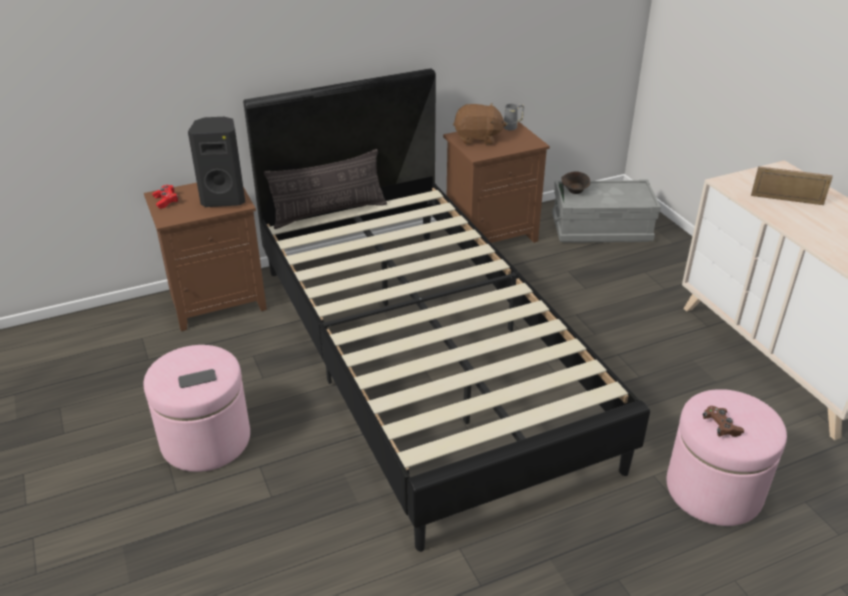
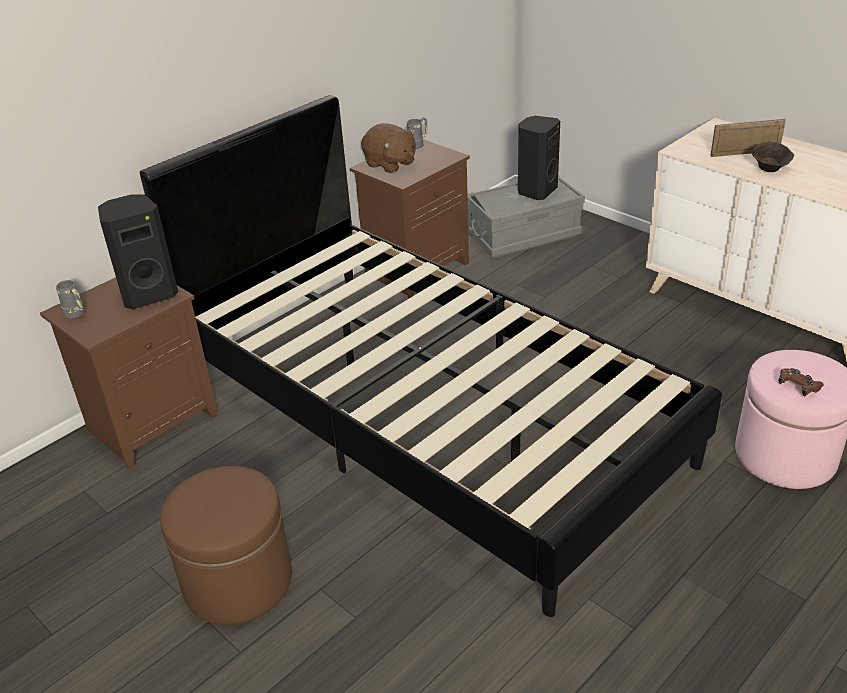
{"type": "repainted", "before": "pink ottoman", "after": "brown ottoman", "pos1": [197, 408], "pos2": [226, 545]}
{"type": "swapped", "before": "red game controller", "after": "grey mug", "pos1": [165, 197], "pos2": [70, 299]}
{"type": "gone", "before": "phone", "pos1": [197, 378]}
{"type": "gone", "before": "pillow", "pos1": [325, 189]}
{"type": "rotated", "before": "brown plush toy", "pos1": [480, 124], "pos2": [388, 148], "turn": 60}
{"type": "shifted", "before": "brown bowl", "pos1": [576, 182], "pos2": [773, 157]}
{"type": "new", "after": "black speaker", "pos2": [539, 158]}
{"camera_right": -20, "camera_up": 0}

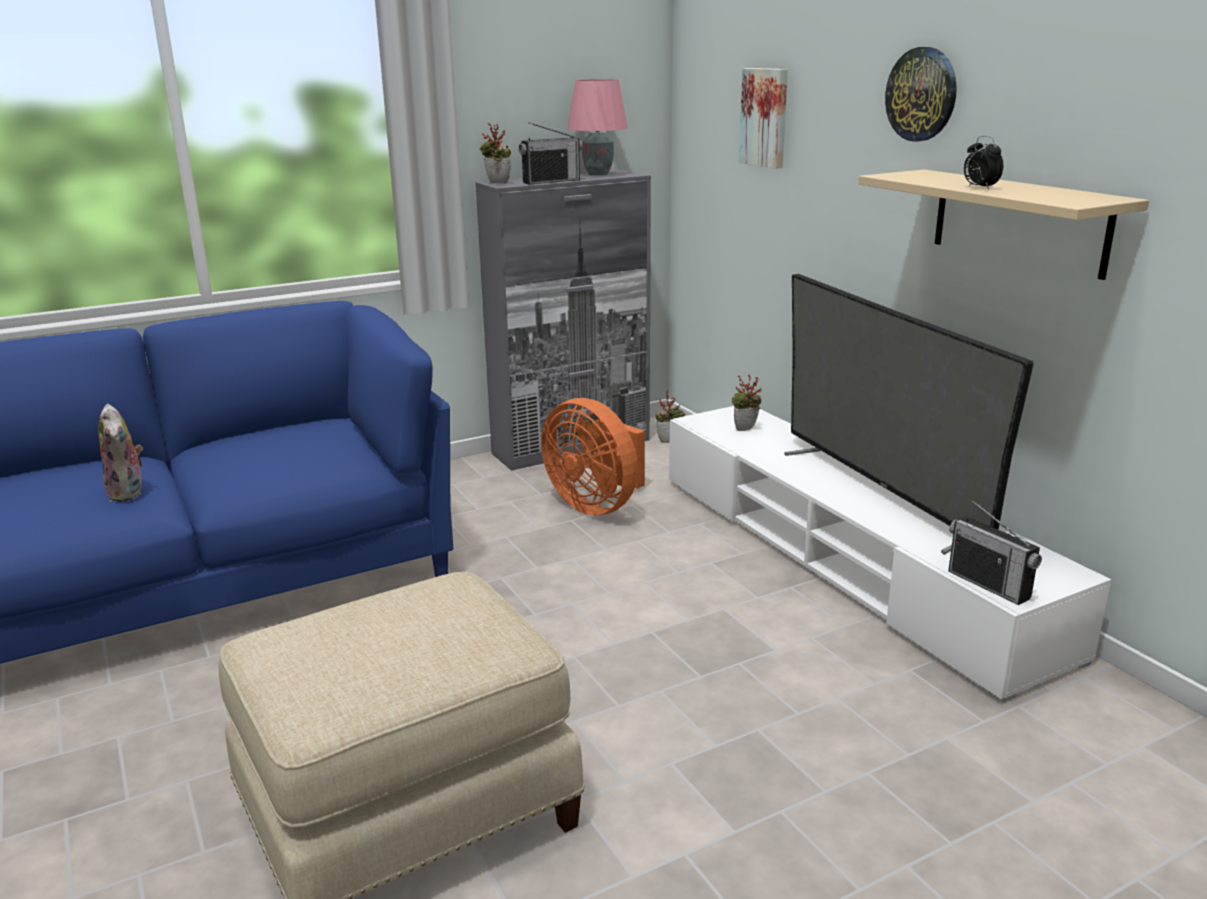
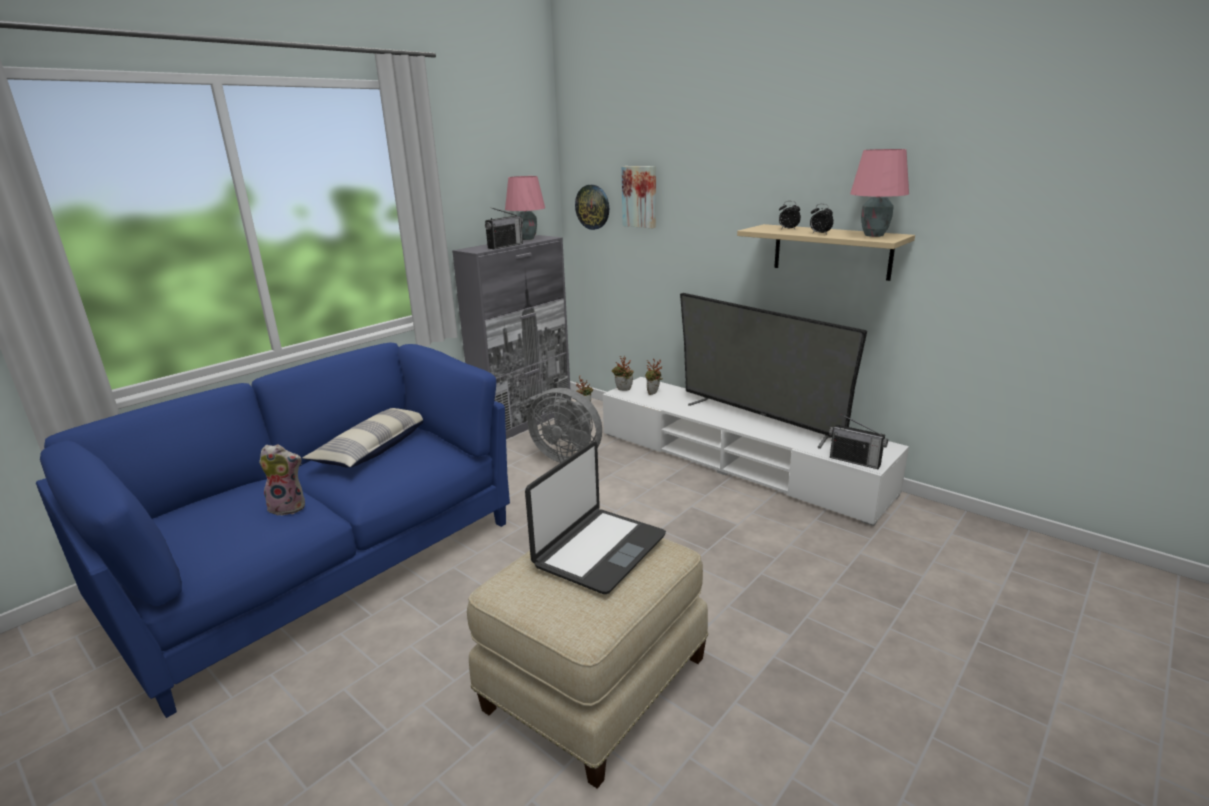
{"type": "rotated", "before": "plush toy", "pos1": [120, 453], "pos2": [282, 480], "turn": -45}
{"type": "shifted", "before": "potted plant", "pos1": [495, 153], "pos2": [623, 373]}
{"type": "repainted", "before": "orange fan", "after": "grey fan", "pos1": [593, 457], "pos2": [564, 425]}
{"type": "shifted", "before": "wall clock", "pos1": [921, 94], "pos2": [592, 207]}
{"type": "new", "after": "pillow", "pos2": [362, 438]}
{"type": "new", "after": "laptop", "pos2": [595, 518]}
{"type": "new", "after": "alarm clock", "pos2": [790, 215]}
{"type": "new", "after": "pink table lamp", "pos2": [879, 193]}
{"camera_right": -20, "camera_up": 0}

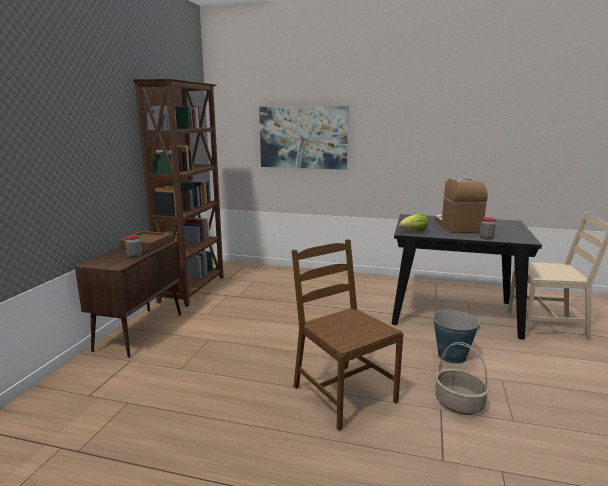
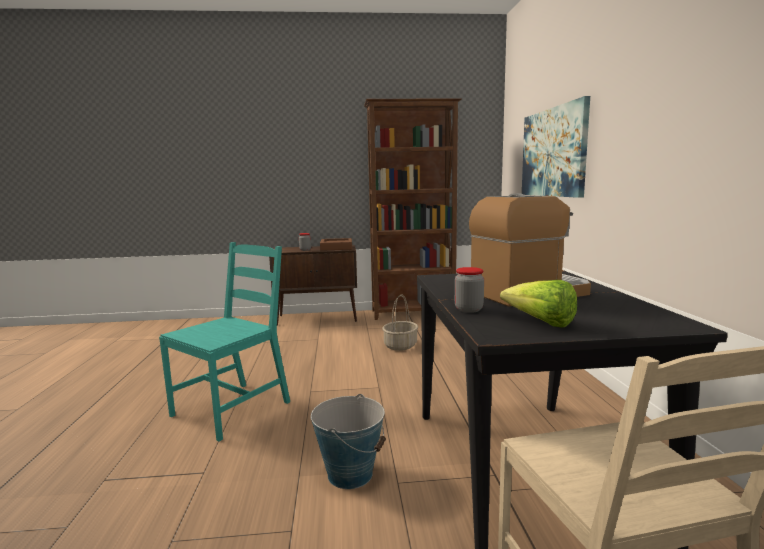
{"type": "repainted", "before": "brown chair", "after": "turquoise chair", "pos1": [347, 335], "pos2": [224, 341]}
{"type": "shifted", "before": "lettuce", "pos1": [413, 222], "pos2": [538, 304]}
{"type": "shifted", "before": "basket", "pos1": [462, 378], "pos2": [400, 323]}
{"camera_right": 70, "camera_up": -5}

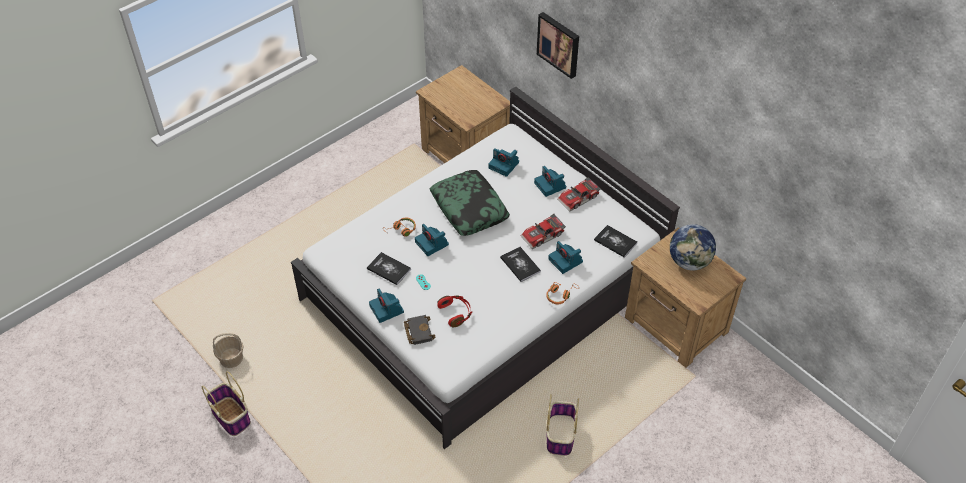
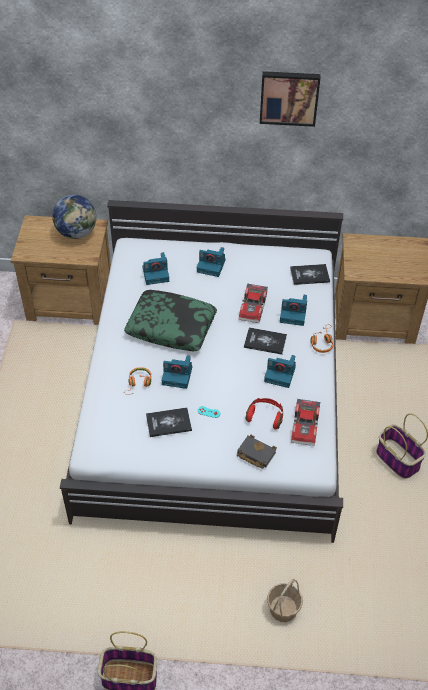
{"type": "shifted", "before": "basket", "pos1": [228, 350], "pos2": [285, 600]}
{"type": "shifted", "before": "photo camera", "pos1": [386, 306], "pos2": [280, 371]}
{"type": "shifted", "before": "picture", "pos1": [558, 45], "pos2": [290, 99]}
{"type": "shifted", "before": "toy car", "pos1": [579, 194], "pos2": [305, 422]}
{"type": "shifted", "before": "globe", "pos1": [693, 247], "pos2": [74, 217]}
{"camera_right": -45, "camera_up": 0}

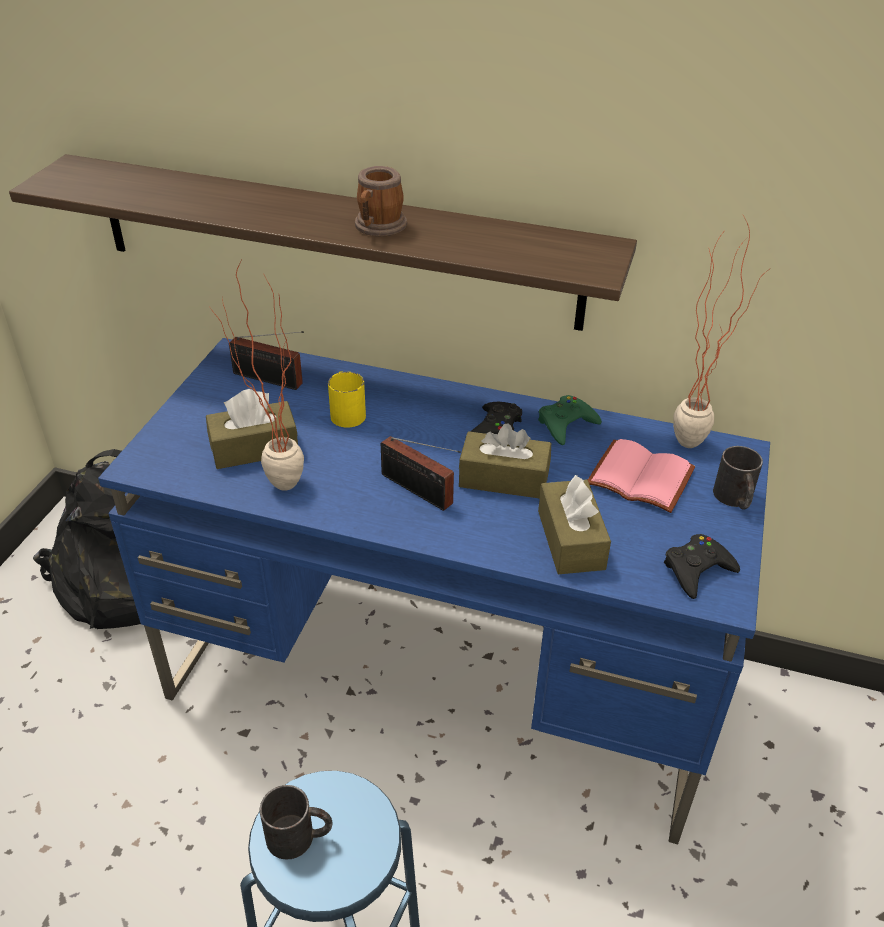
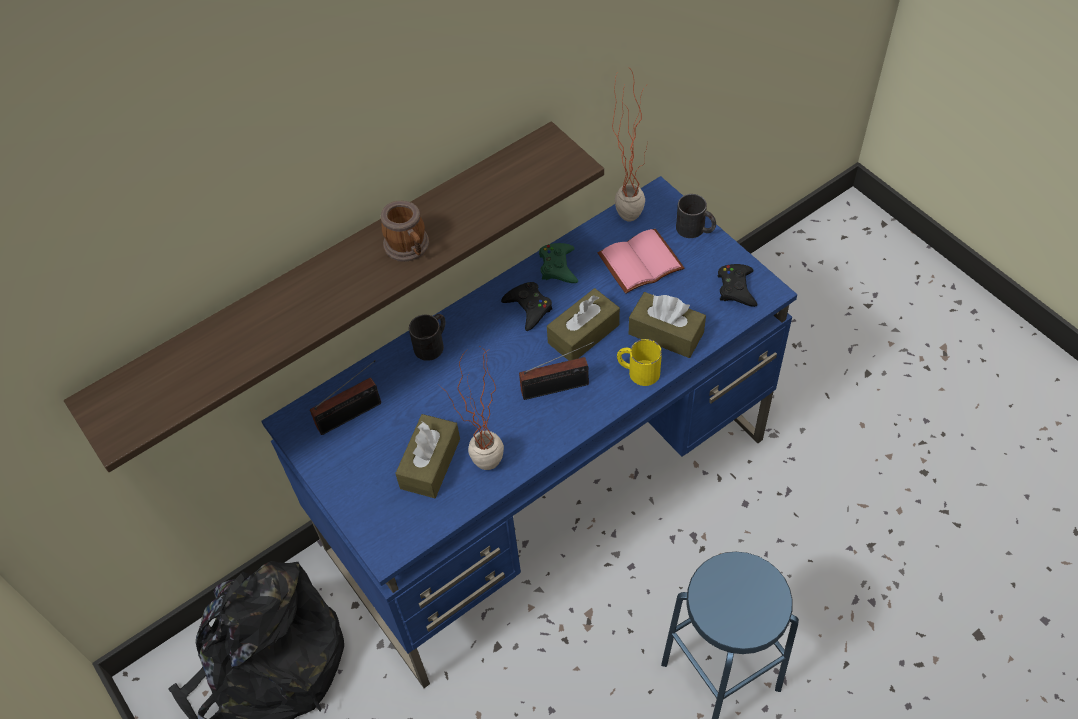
{"type": "shifted", "before": "black mug", "pos1": [296, 822], "pos2": [427, 337]}
{"type": "shifted", "before": "yellow mug", "pos1": [347, 399], "pos2": [639, 362]}
{"camera_right": -50, "camera_up": 15}

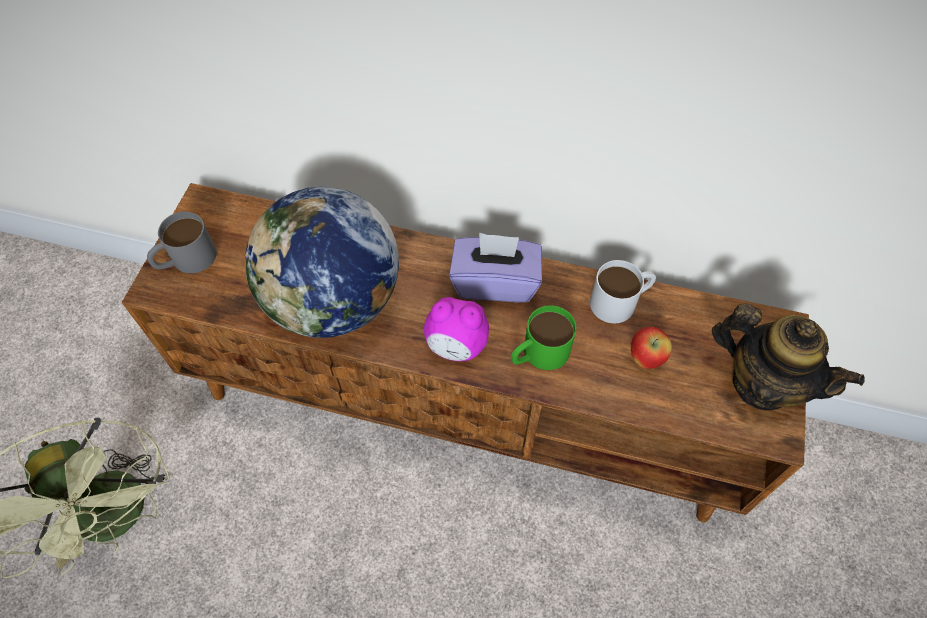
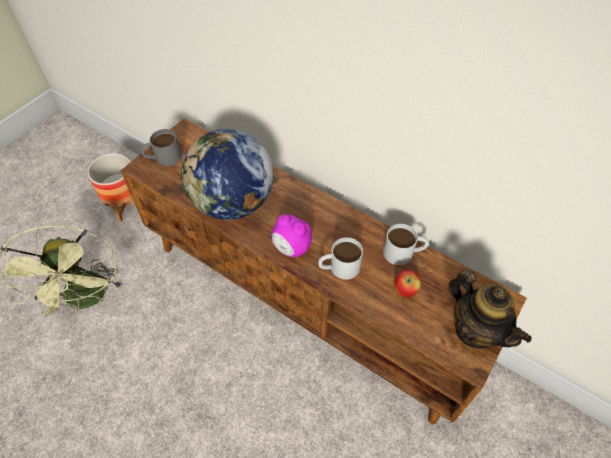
{"type": "gone", "before": "purple tissue box", "pos1": [495, 267]}
{"type": "repainted", "before": "green mug", "after": "white mug", "pos1": [543, 337], "pos2": [340, 258]}
{"type": "new", "after": "planter", "pos2": [111, 187]}
{"camera_right": 20, "camera_up": -5}

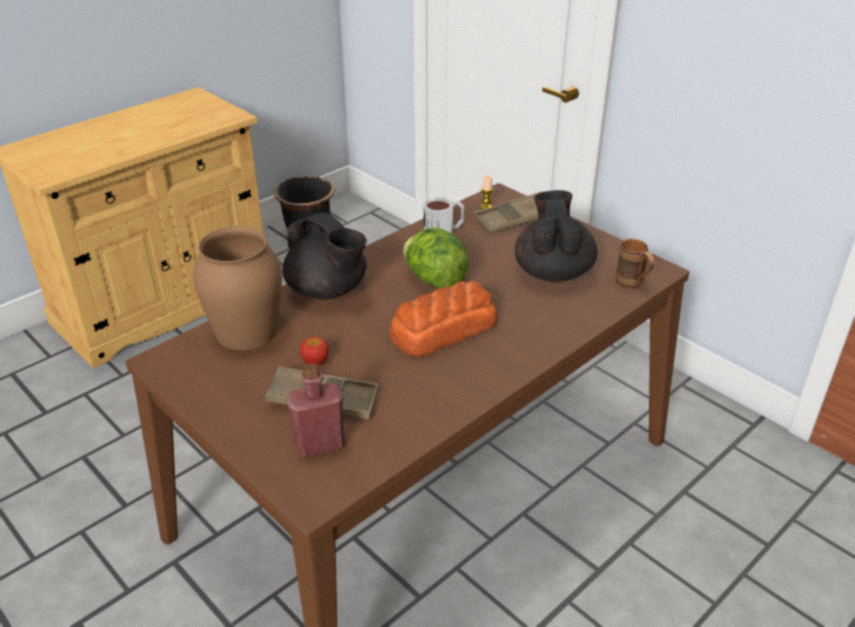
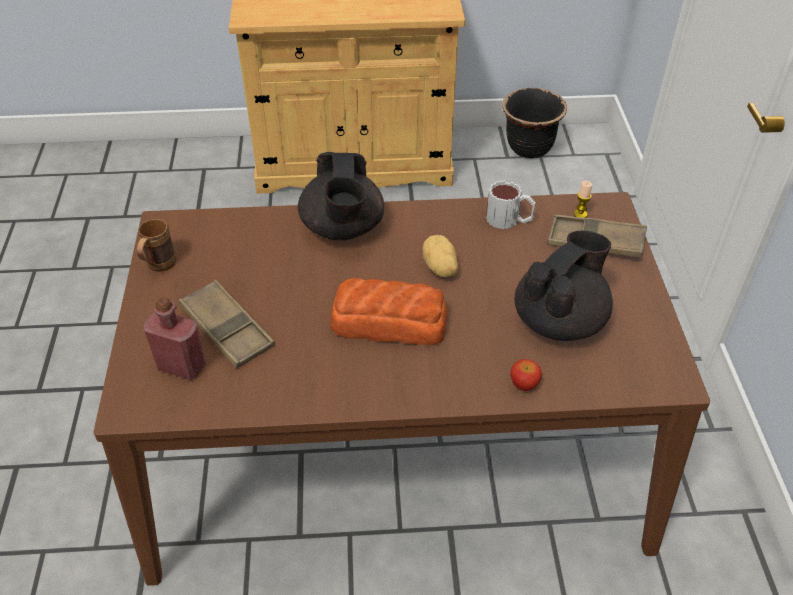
{"type": "gone", "before": "brown vase", "pos1": [237, 288]}
{"type": "shifted", "before": "apple", "pos1": [314, 351], "pos2": [526, 375]}
{"type": "swapped", "before": "lettuce", "after": "potato", "pos1": [436, 258], "pos2": [440, 256]}
{"type": "shifted", "before": "brown mug", "pos1": [635, 264], "pos2": [156, 245]}
{"camera_right": 40, "camera_up": 10}

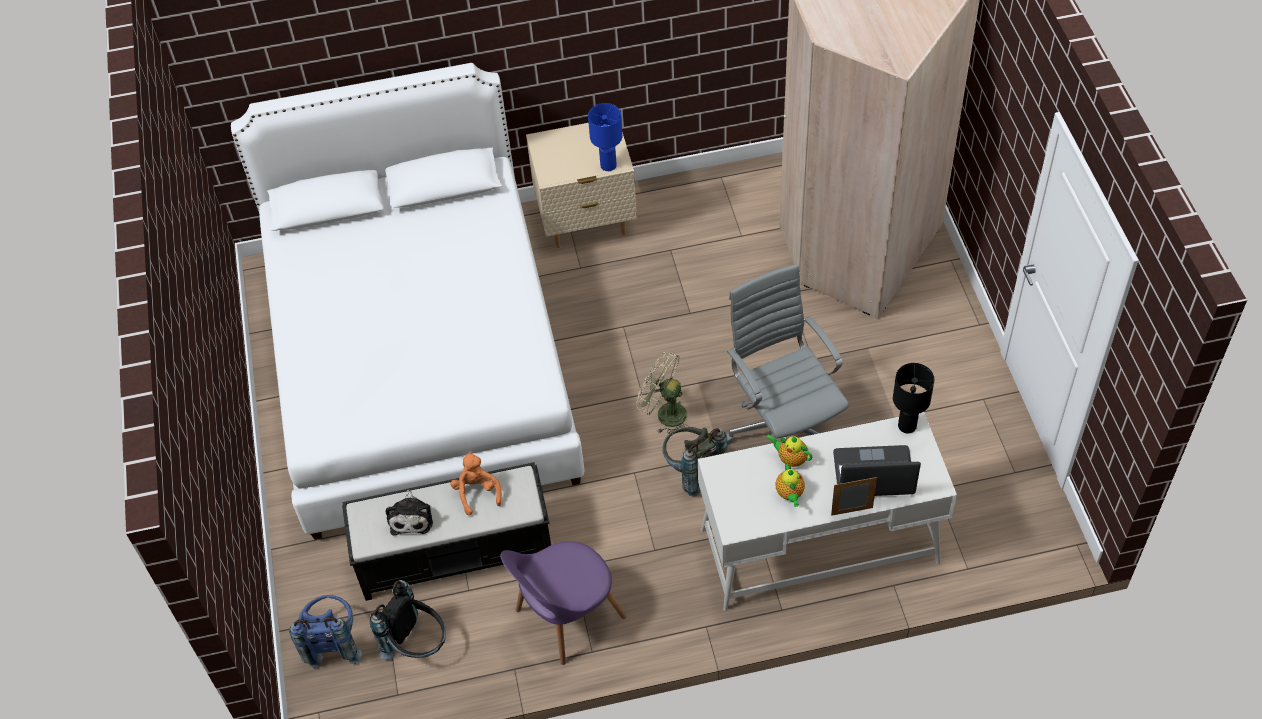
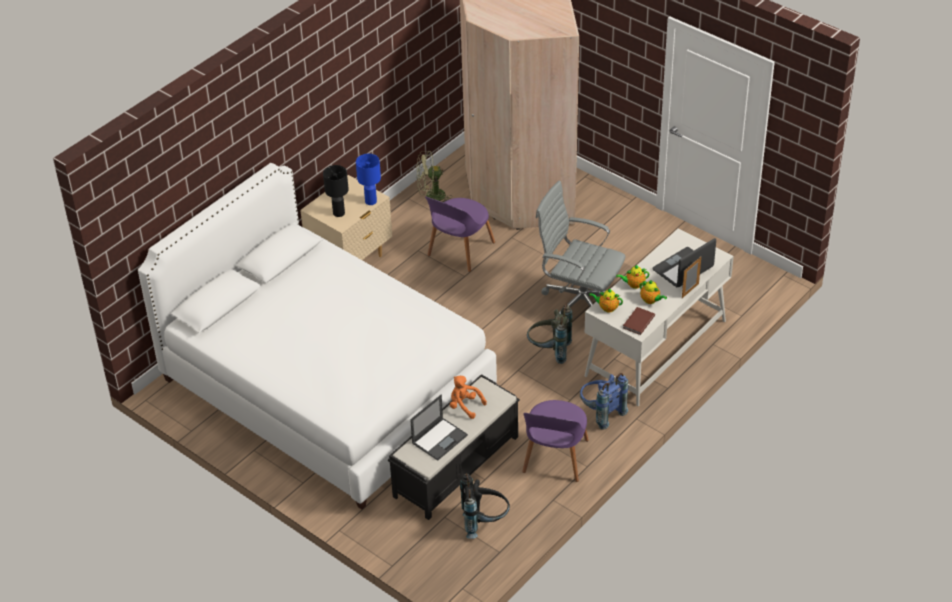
{"type": "shifted", "before": "blue backpack", "pos1": [325, 631], "pos2": [604, 401]}
{"type": "swapped", "before": "plush toy", "after": "laptop", "pos1": [409, 512], "pos2": [439, 428]}
{"type": "shifted", "before": "green fan", "pos1": [663, 394], "pos2": [433, 176]}
{"type": "shifted", "before": "black table lamp", "pos1": [913, 398], "pos2": [336, 191]}
{"type": "new", "after": "purple chair", "pos2": [460, 234]}
{"type": "new", "after": "teapot", "pos2": [606, 300]}
{"type": "new", "after": "brown book", "pos2": [639, 321]}
{"camera_right": -40, "camera_up": -10}

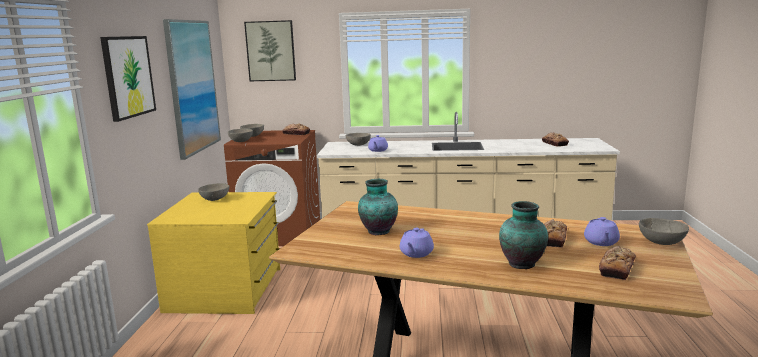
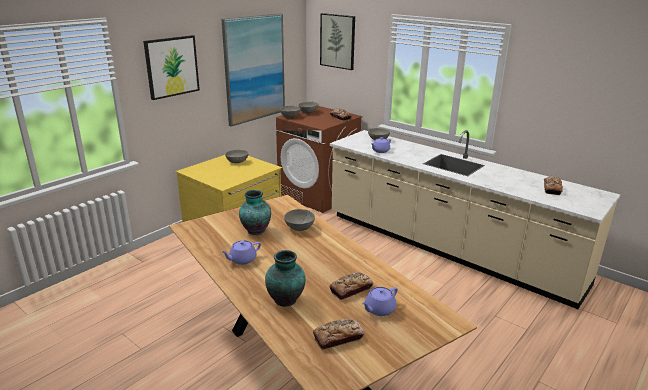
{"type": "shifted", "before": "grey bowl", "pos1": [664, 231], "pos2": [299, 220]}
{"camera_right": 35, "camera_up": 10}

